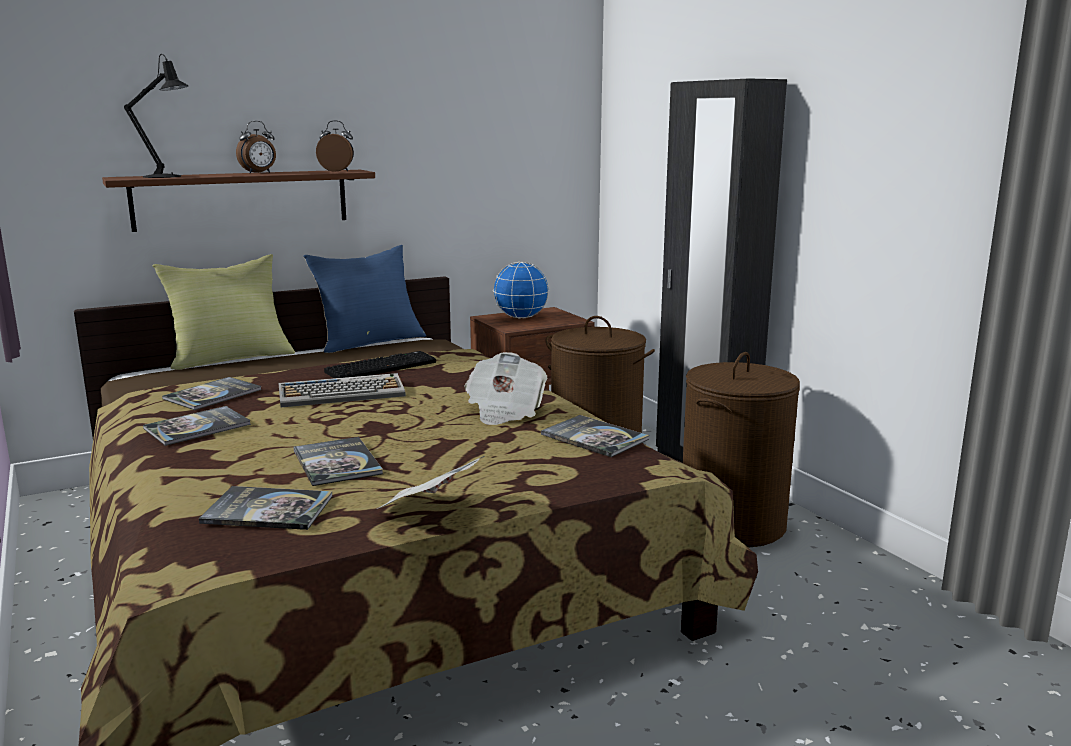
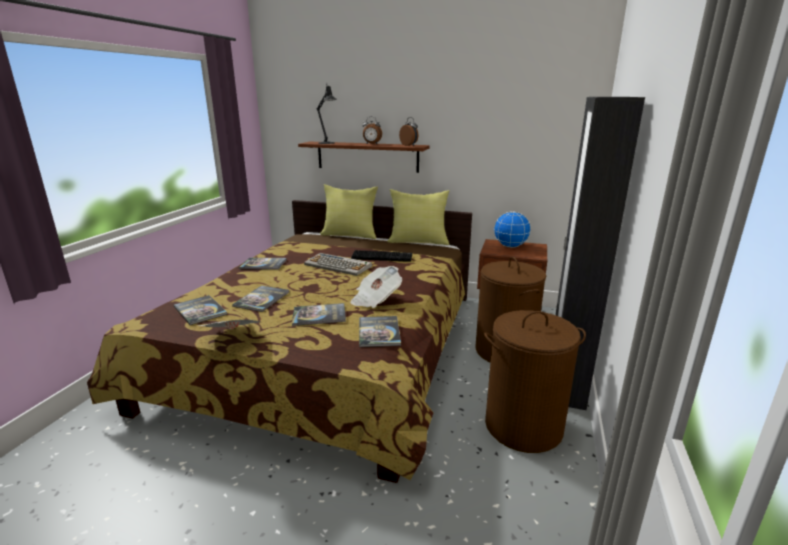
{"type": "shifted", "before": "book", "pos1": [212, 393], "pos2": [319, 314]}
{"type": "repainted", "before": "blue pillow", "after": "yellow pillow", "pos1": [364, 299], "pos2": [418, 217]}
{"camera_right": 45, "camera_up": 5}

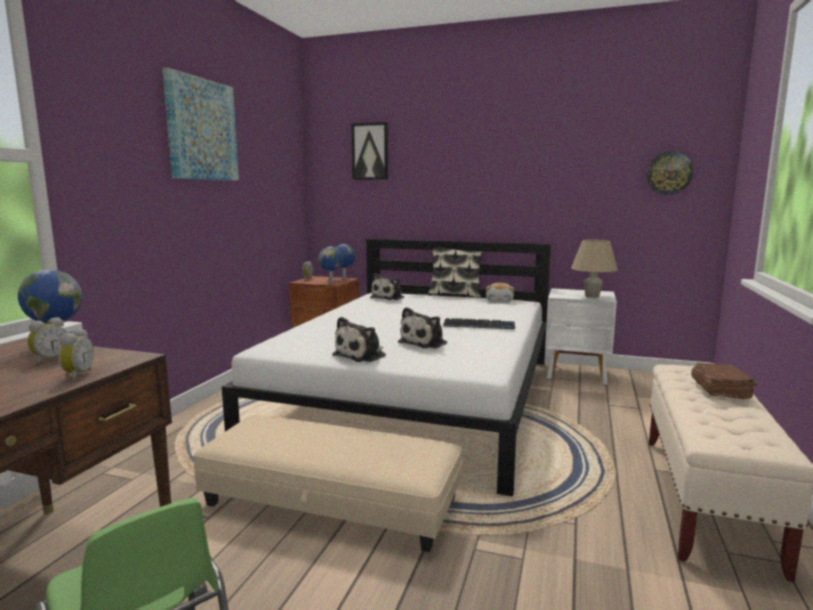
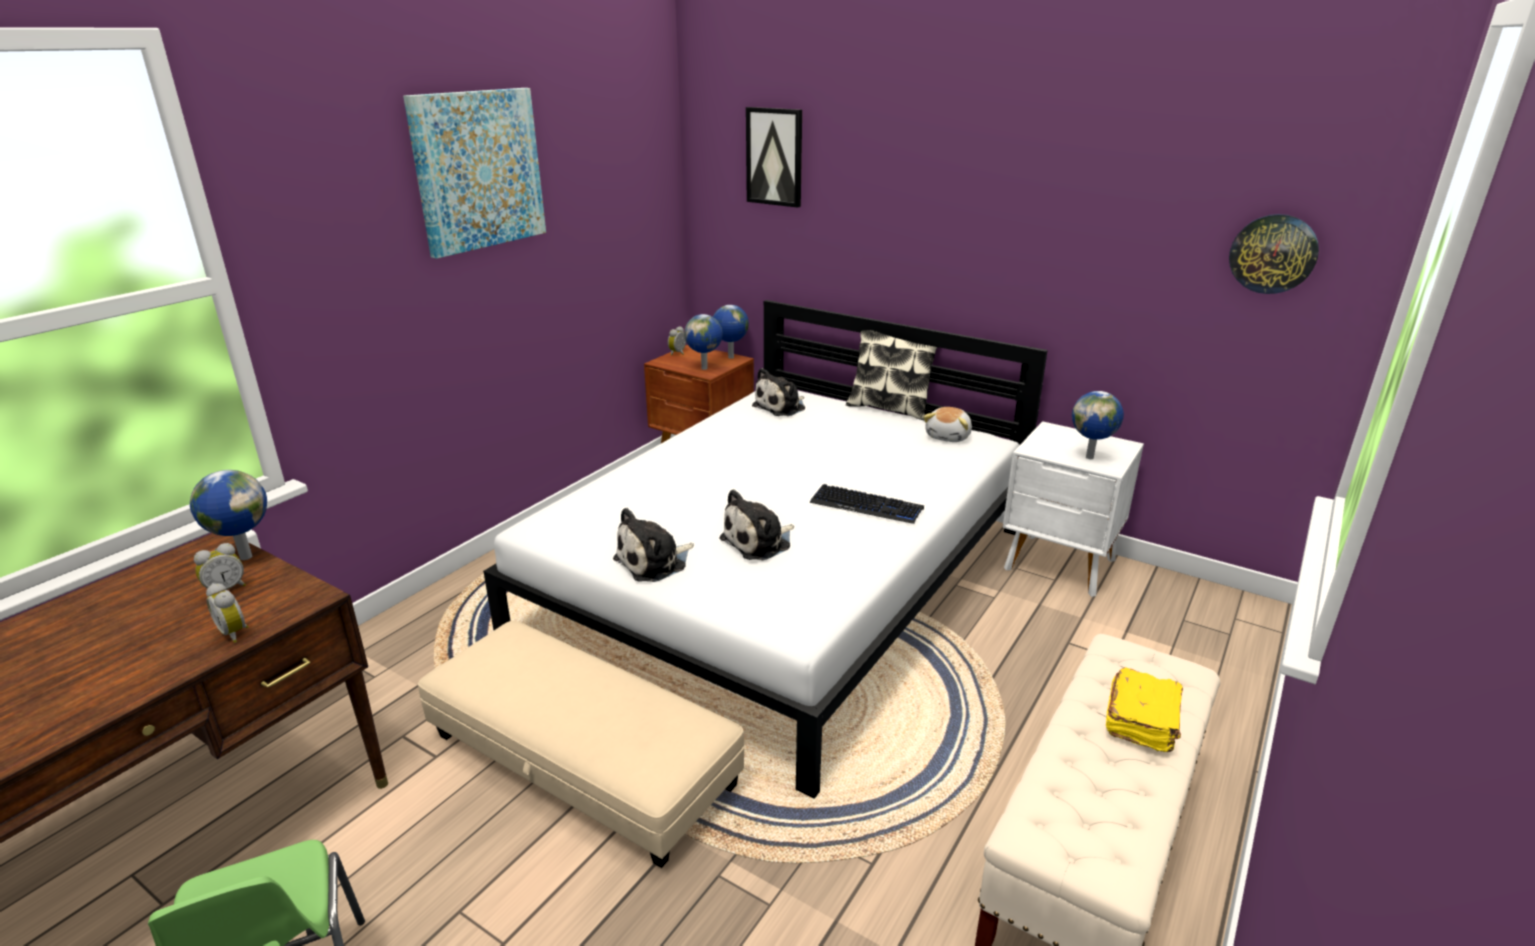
{"type": "rotated", "before": "alarm clock", "pos1": [76, 354], "pos2": [227, 613], "turn": 120}
{"type": "swapped", "before": "beige table lamp", "after": "globe", "pos1": [594, 269], "pos2": [1098, 425]}
{"type": "repainted", "before": "brown book", "after": "yellow book", "pos1": [724, 380], "pos2": [1144, 709]}
{"camera_right": 15, "camera_up": 15}

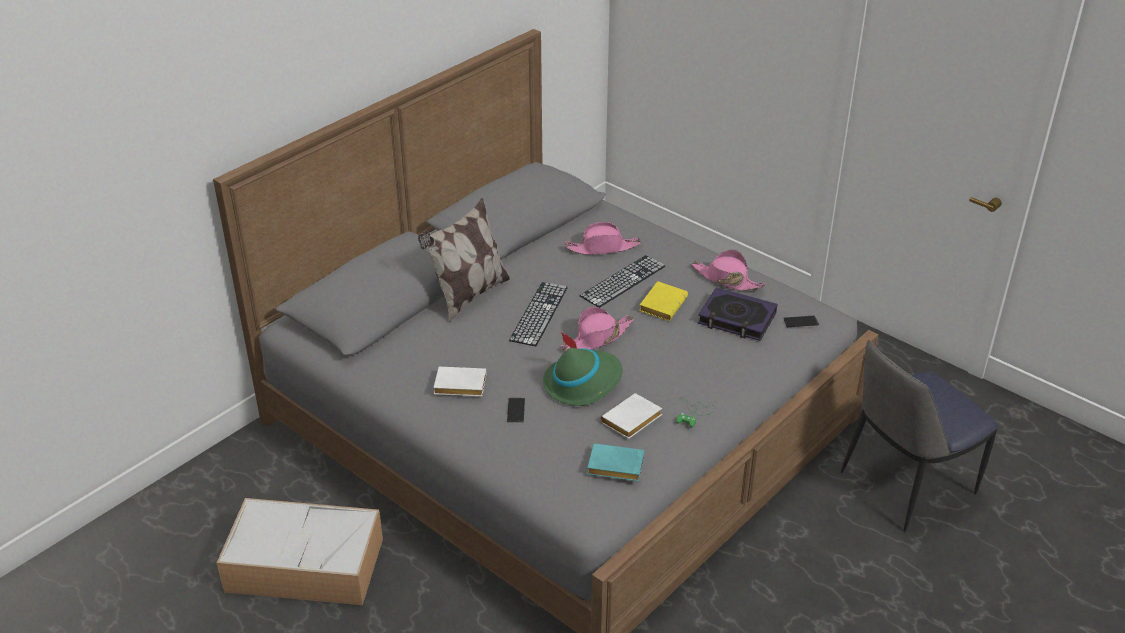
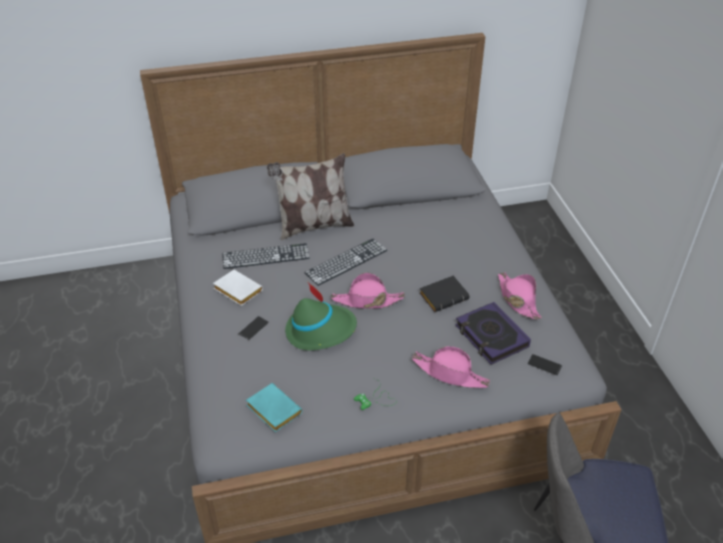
{"type": "gone", "before": "storage box", "pos1": [300, 551]}
{"type": "shifted", "before": "pink hat", "pos1": [603, 238], "pos2": [451, 367]}
{"type": "shifted", "before": "keyboard", "pos1": [622, 281], "pos2": [266, 256]}
{"type": "gone", "before": "white book", "pos1": [631, 416]}
{"type": "repainted", "before": "yellow book", "after": "black book", "pos1": [663, 301], "pos2": [445, 294]}
{"camera_right": 35, "camera_up": 5}

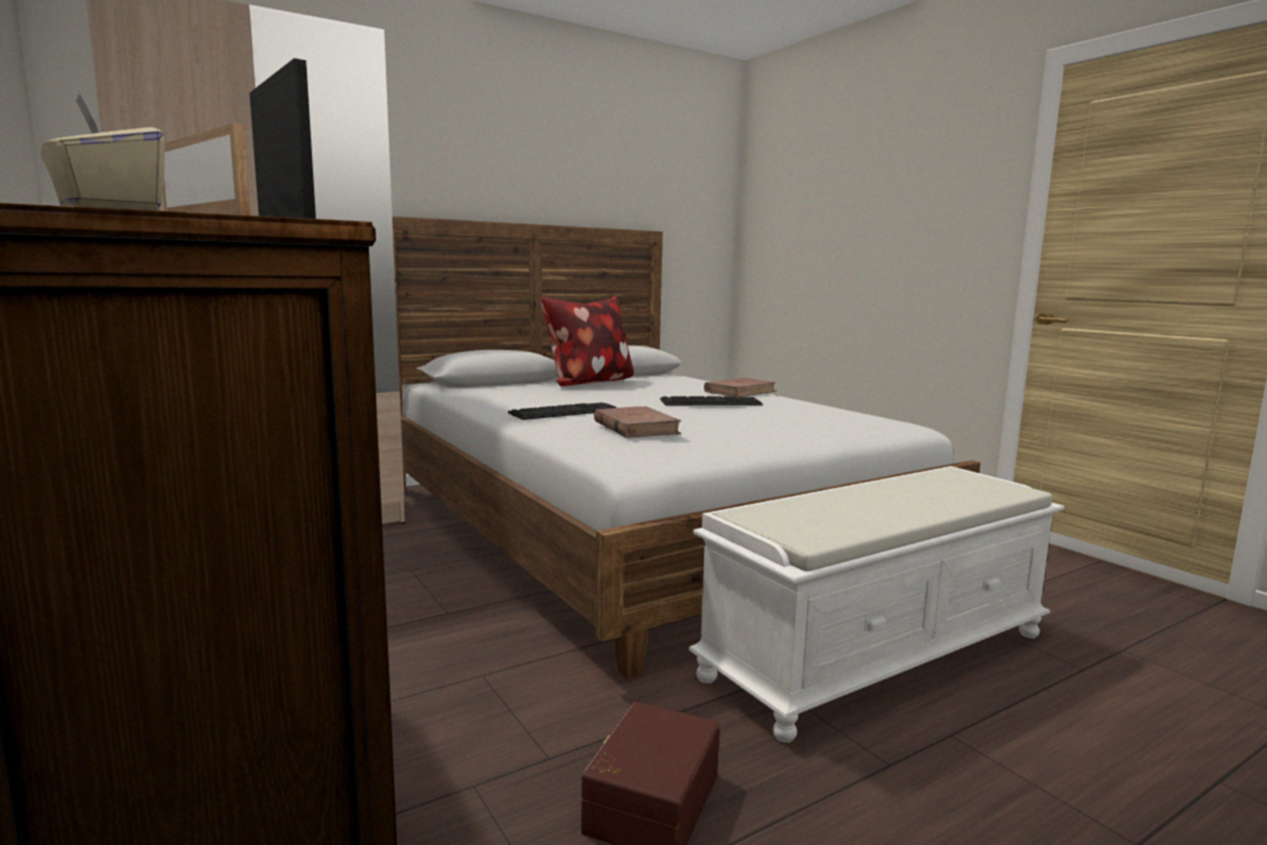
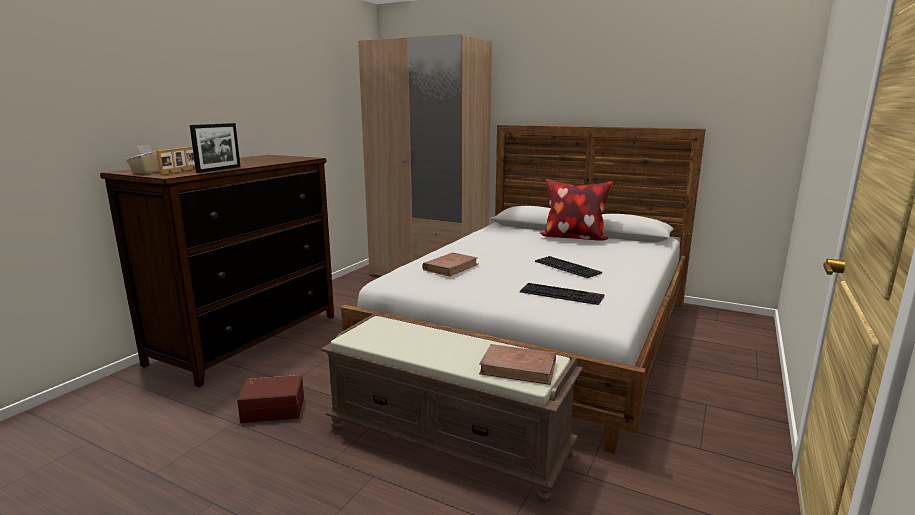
{"type": "shifted", "before": "keyboard", "pos1": [562, 411], "pos2": [562, 294]}
{"type": "repainted", "before": "white bench", "after": "brown bench", "pos1": [876, 604], "pos2": [452, 408]}
{"type": "shifted", "before": "brown book", "pos1": [740, 387], "pos2": [517, 364]}
{"camera_right": 60, "camera_up": 5}

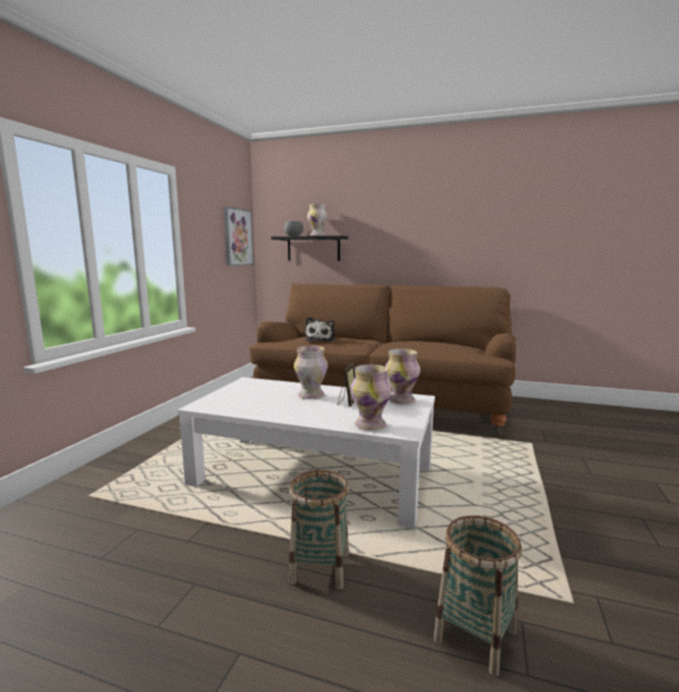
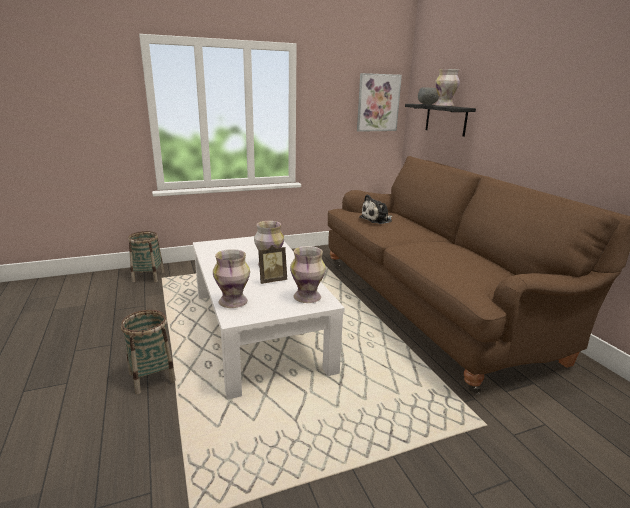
{"type": "shifted", "before": "basket", "pos1": [477, 596], "pos2": [146, 256]}
{"camera_right": 50, "camera_up": 10}

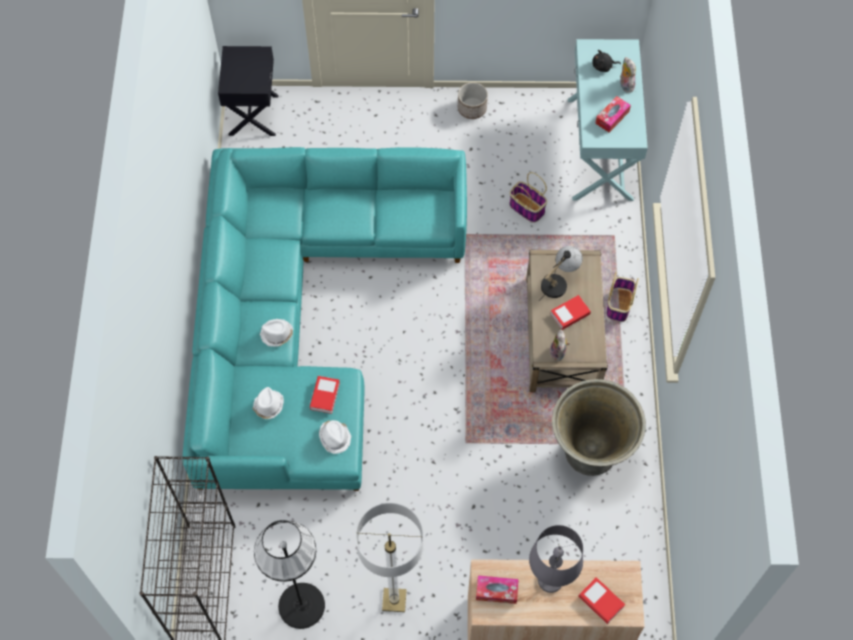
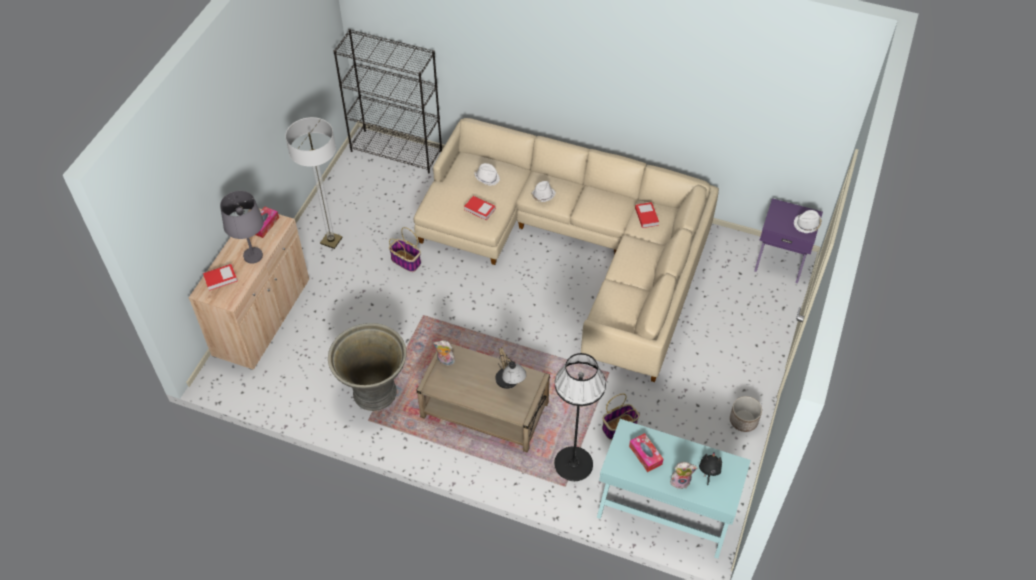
{"type": "repainted", "before": "turquoise sofa", "after": "beige sofa", "pos1": [324, 319], "pos2": [566, 250]}
{"type": "repainted", "before": "black nightstand", "after": "purple nightstand", "pos1": [248, 91], "pos2": [788, 241]}
{"type": "shifted", "before": "black floor lamp", "pos1": [289, 574], "pos2": [580, 417]}
{"type": "shifted", "before": "white hat", "pos1": [335, 437], "pos2": [808, 221]}
{"type": "shifted", "before": "book", "pos1": [571, 312], "pos2": [647, 215]}
{"type": "shifted", "before": "basket", "pos1": [623, 297], "pos2": [405, 249]}
{"camera_right": 110, "camera_up": -10}

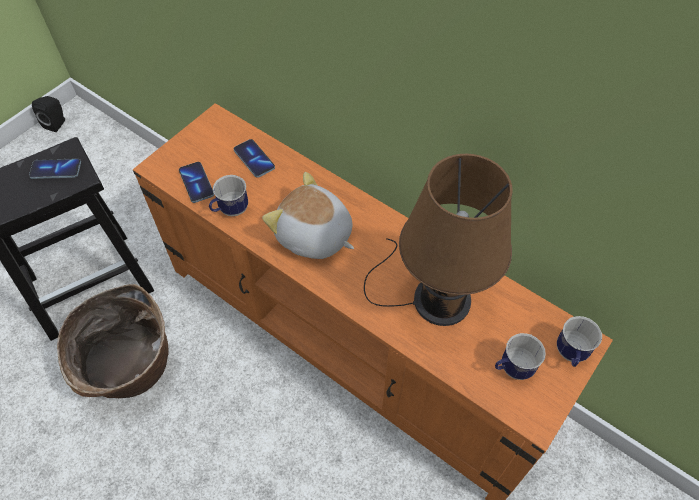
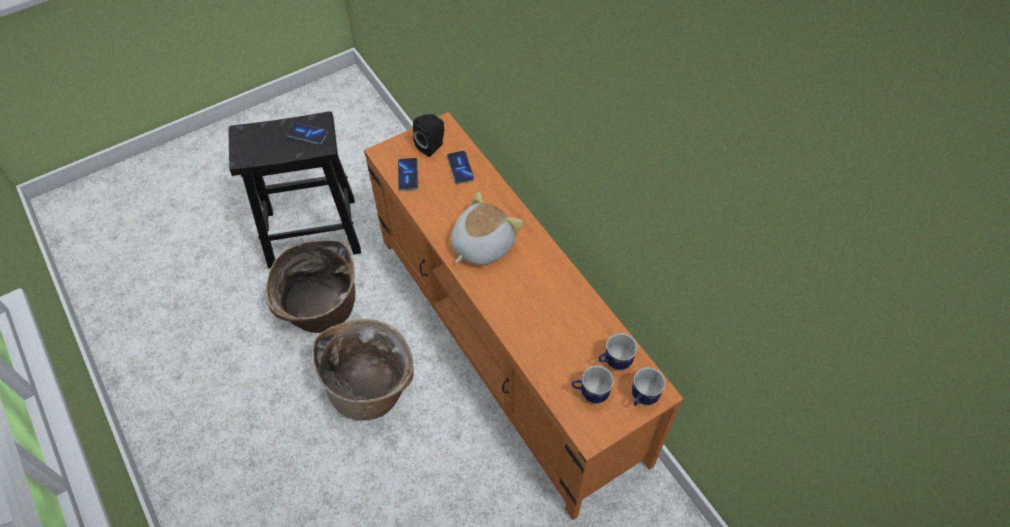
{"type": "shifted", "before": "black speaker", "pos1": [48, 114], "pos2": [428, 135]}
{"type": "shifted", "before": "mug", "pos1": [228, 195], "pos2": [618, 351]}
{"type": "rotated", "before": "plush toy", "pos1": [308, 215], "pos2": [487, 228], "turn": 75}
{"type": "gone", "before": "brown table lamp", "pos1": [438, 240]}
{"type": "new", "after": "basket", "pos2": [363, 370]}
{"camera_right": 20, "camera_up": 0}

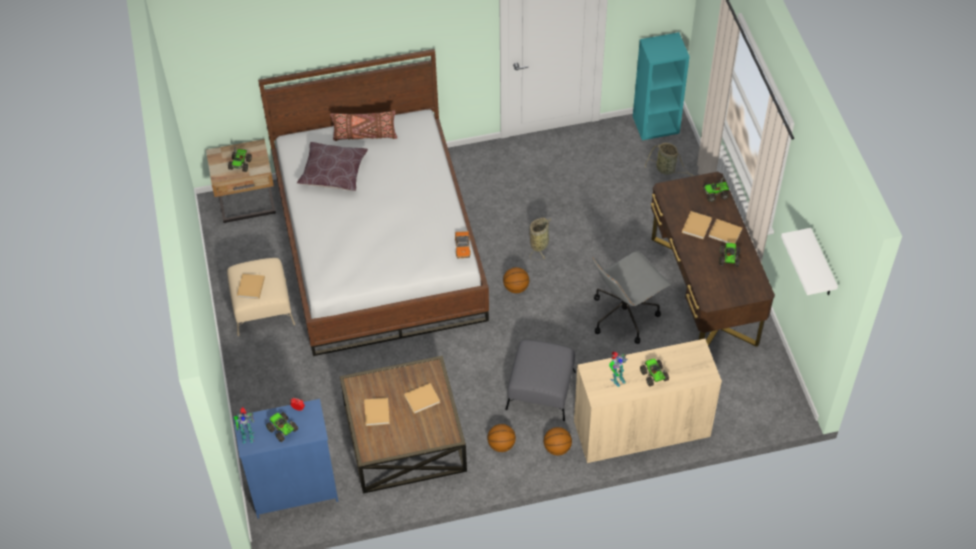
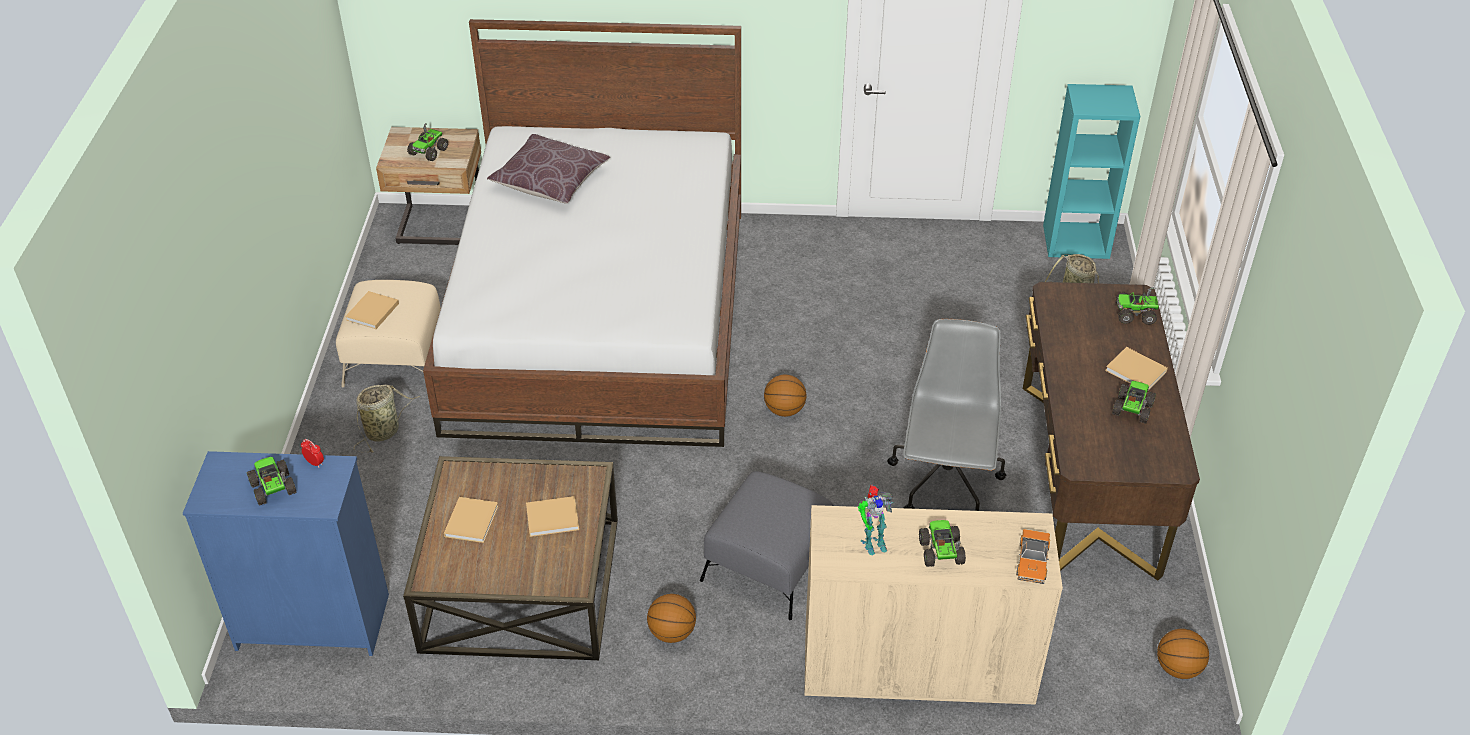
{"type": "gone", "before": "toy robot", "pos1": [244, 425]}
{"type": "gone", "before": "brown pillow", "pos1": [363, 125]}
{"type": "shifted", "before": "toy car", "pos1": [463, 244], "pos2": [1033, 556]}
{"type": "shifted", "before": "basket", "pos1": [540, 238], "pos2": [387, 419]}
{"type": "shifted", "before": "basketball", "pos1": [558, 441], "pos2": [1183, 654]}
{"type": "rotated", "before": "grey office chair", "pos1": [631, 297], "pos2": [946, 415], "turn": 120}
{"type": "gone", "before": "beige book", "pos1": [697, 225]}
{"type": "gone", "before": "white shelf", "pos1": [809, 261]}
{"camera_right": 15, "camera_up": -10}

